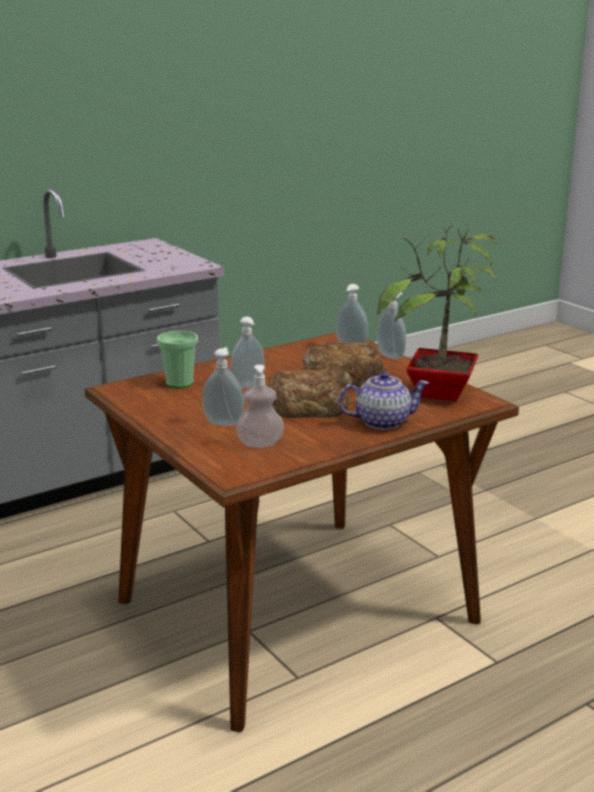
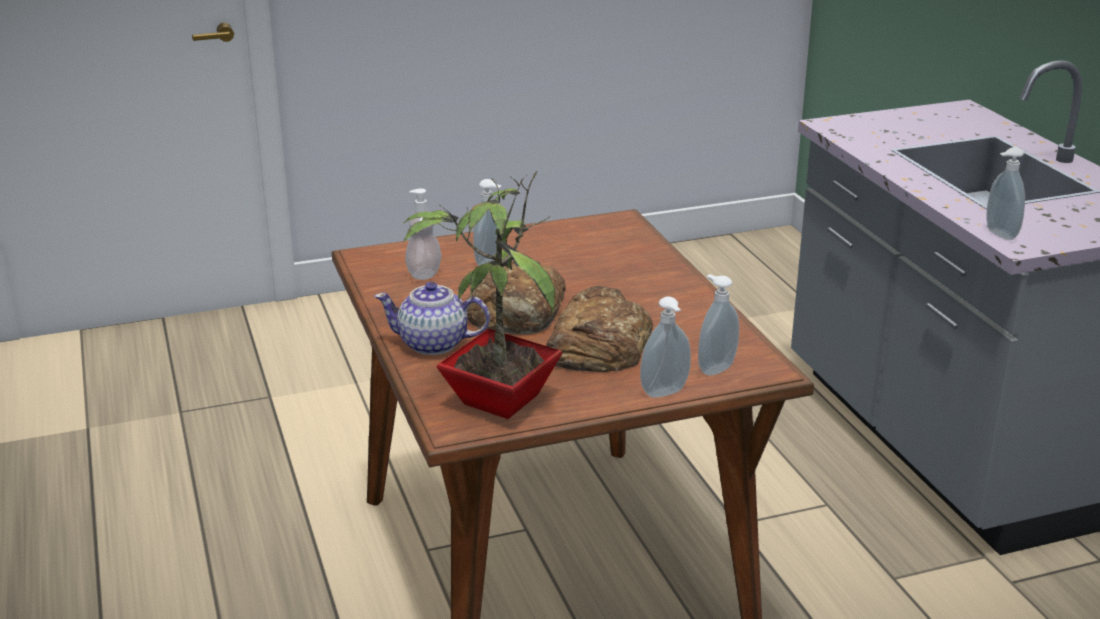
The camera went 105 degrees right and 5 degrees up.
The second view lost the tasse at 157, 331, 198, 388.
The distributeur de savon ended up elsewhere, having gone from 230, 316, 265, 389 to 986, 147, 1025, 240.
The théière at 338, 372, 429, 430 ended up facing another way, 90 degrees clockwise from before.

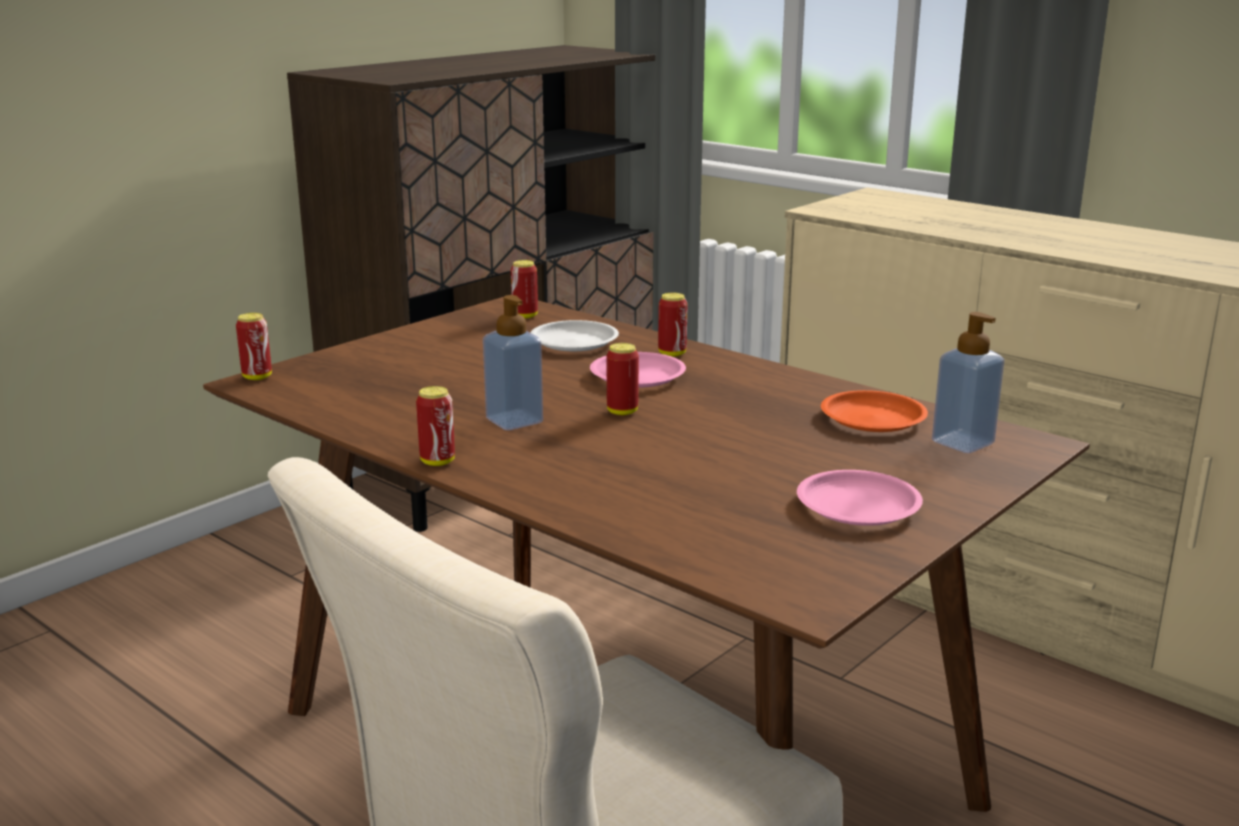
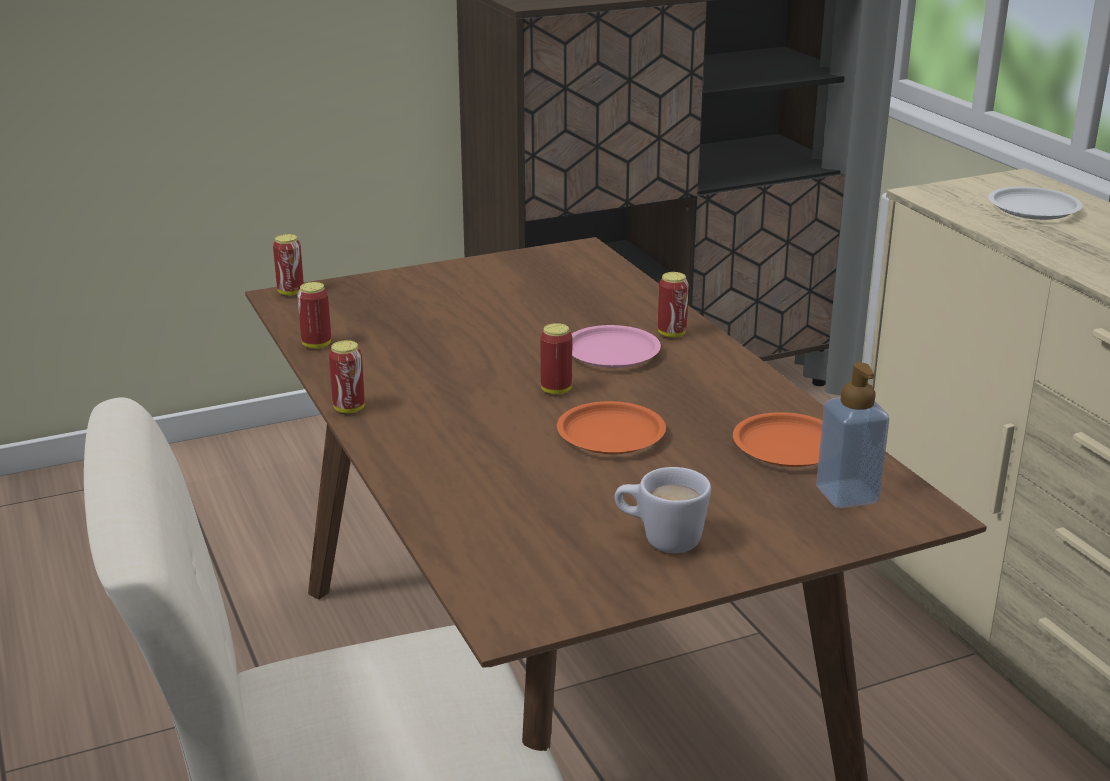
The camera went 25 degrees right and 5 degrees up.
The second view lost the distributeur de savon at 483, 295, 543, 430.
The boîte métallique ended up elsewhere, having gone from 511, 260, 538, 319 to 297, 282, 331, 349.
The assiette [blanc] ended up elsewhere, having gone from 530, 320, 619, 351 to 988, 187, 1083, 220.
Where the assiette [rose] stood at 797, 470, 923, 526, the mug [blanc] came to stand at 615, 467, 711, 553.
The second view gained the assiette [orange] at 557, 401, 666, 454.

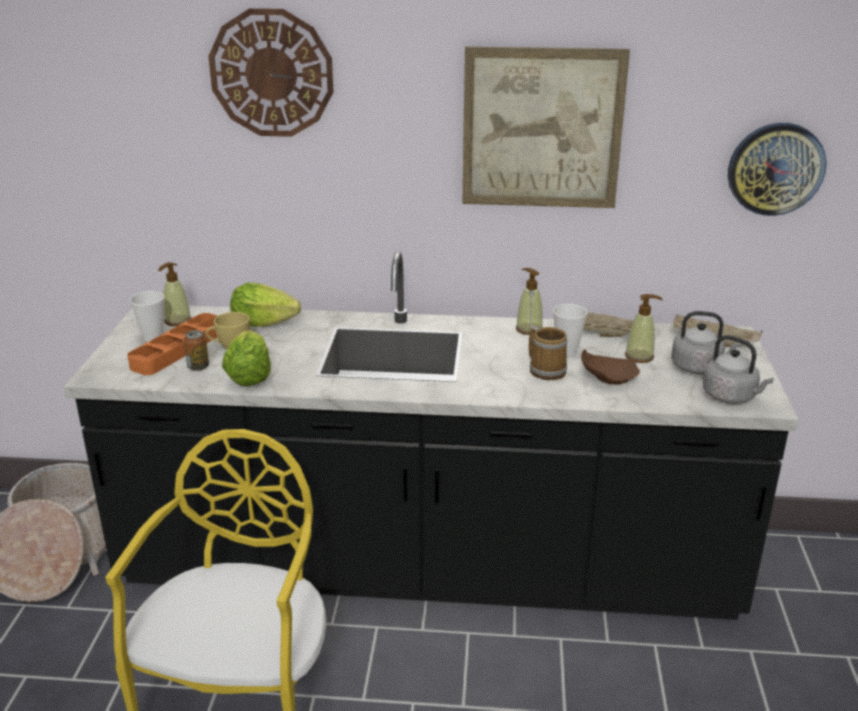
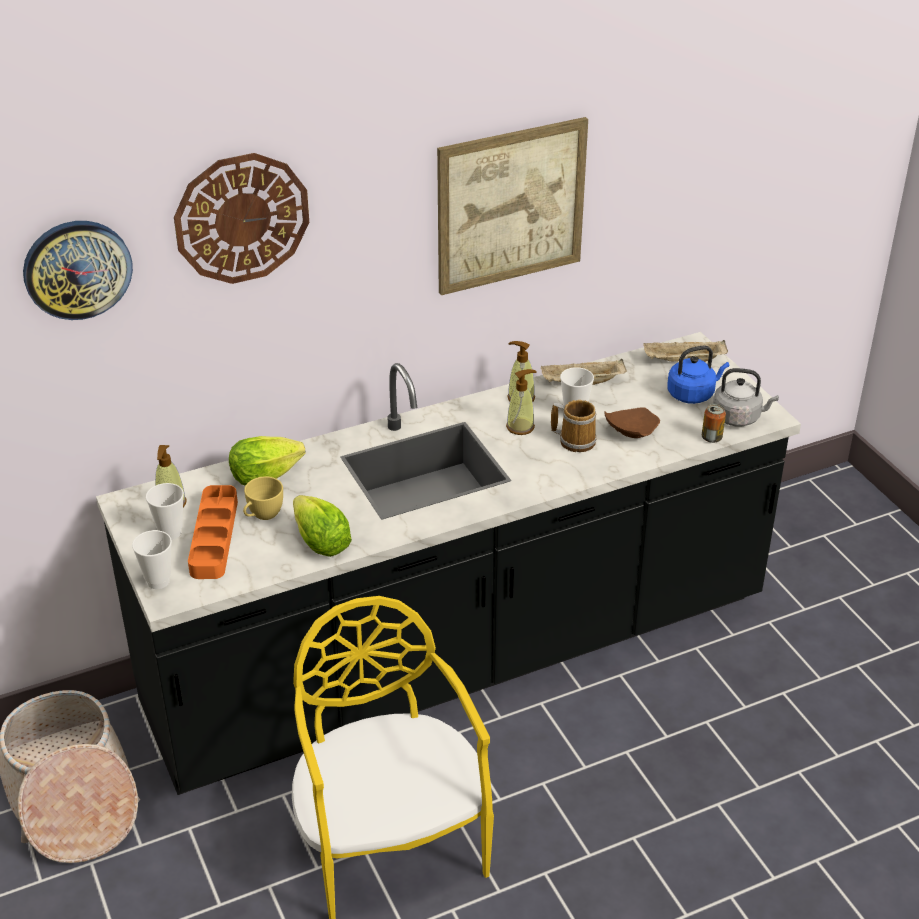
The camera went 30 degrees left and 10 degrees up.
The boîte métallique ended up elsewhere, having gone from 184, 330, 209, 371 to 702, 404, 726, 443.
The distributeur de savon ended up elsewhere, having gone from 625, 294, 663, 363 to 506, 369, 537, 435.
What was the bouilloire [gris] at 671, 311, 742, 374 turned into the bouilloire [bleu] at 667, 346, 729, 404.
The horloge murale ended up elsewhere, having gone from 728, 123, 827, 216 to 23, 221, 133, 320.
The second view gained the tasse at 132, 530, 172, 589.

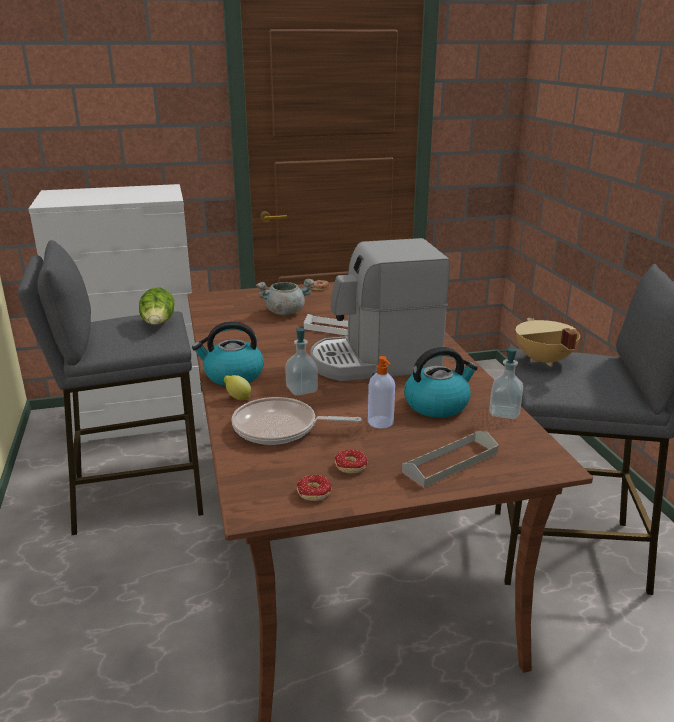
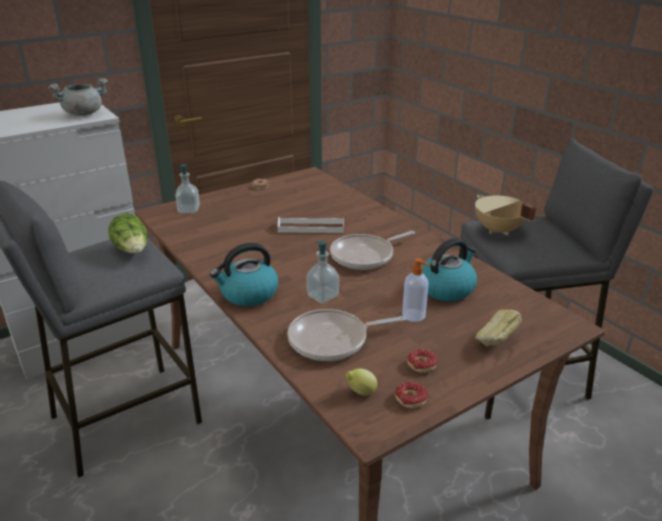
The camera went 20 degrees left and 5 degrees up.
The citron ended up elsewhere, having gone from 224, 375, 251, 400 to 345, 368, 377, 396.
The marmite [gris] ended up elsewhere, having gone from 256, 279, 315, 315 to 48, 78, 108, 116.
Where the machine à café stood at 310, 238, 450, 381, the poêle came to stand at 330, 231, 415, 270.
Where the plateau [gris] stood at 402, 432, 498, 487, the pain came to stand at 475, 309, 522, 347.
The distributeur de savon ended up elsewhere, having gone from 489, 348, 523, 419 to 176, 164, 200, 213.

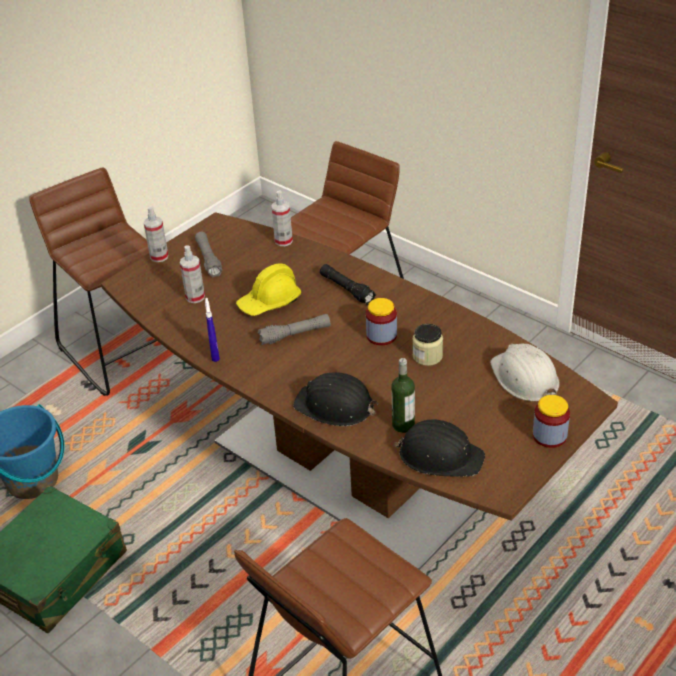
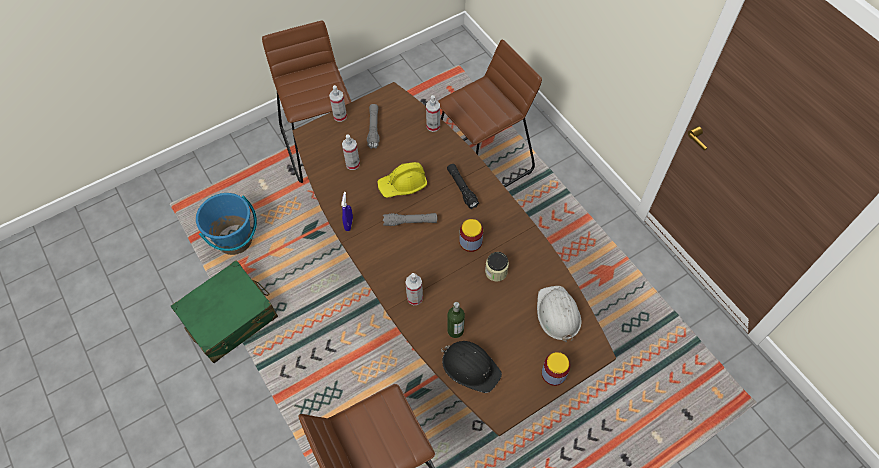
The camera went 15 degrees right and 20 degrees up.
Where the casque de chantier [noir] stood at 293, 372, 378, 426, the vaporisateur came to stand at 405, 273, 423, 305.

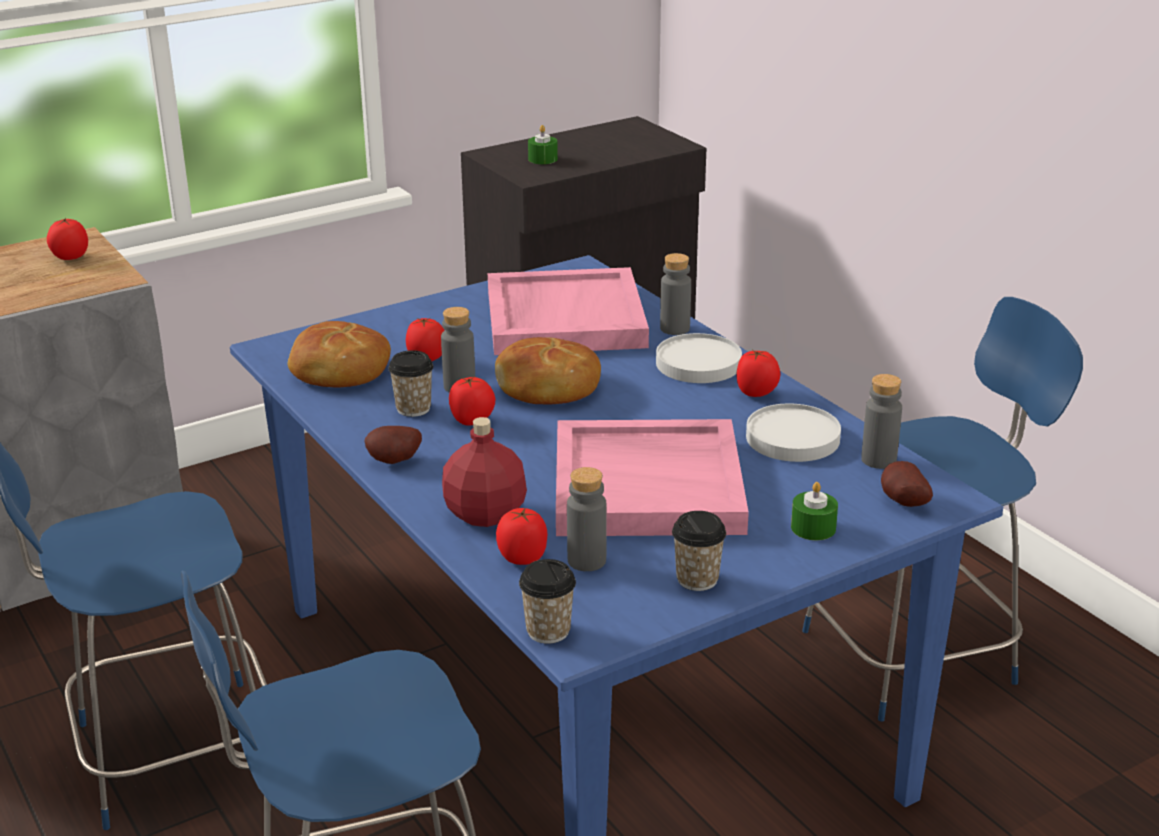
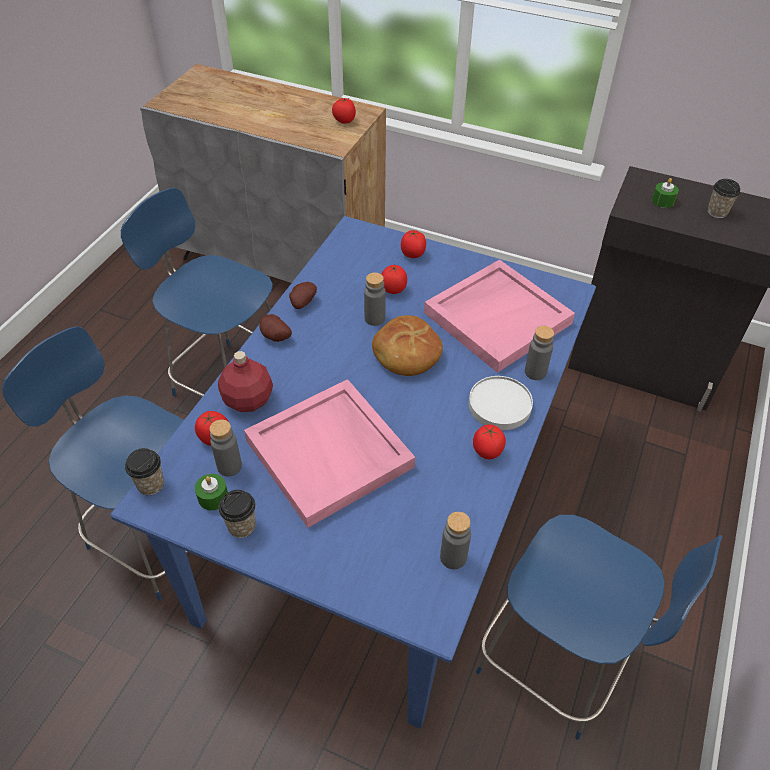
The camera went 55 degrees right and 20 degrees up.
The second view lost the pain at 288, 321, 391, 387.
The tasse ended up elsewhere, having gone from 388, 350, 433, 417 to 708, 179, 740, 218.
The tomate ended up elsewhere, having gone from 449, 377, 496, 426 to 401, 230, 426, 258.
The second view lost the assiette [blanc] at 746, 404, 841, 462.
The bougie [vert] ended up elsewhere, having gone from 791, 482, 838, 540 to 195, 474, 228, 510.
The pomme de terre ended up elsewhere, having gone from 881, 461, 933, 507 to 289, 282, 317, 309.

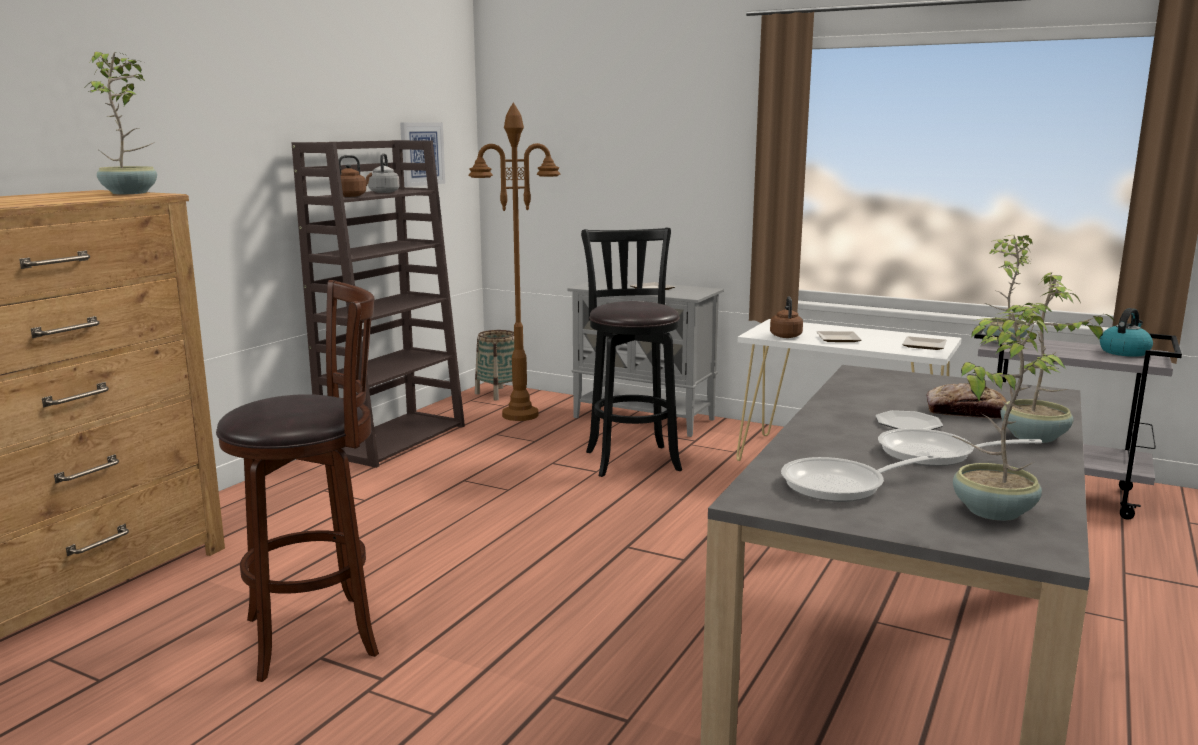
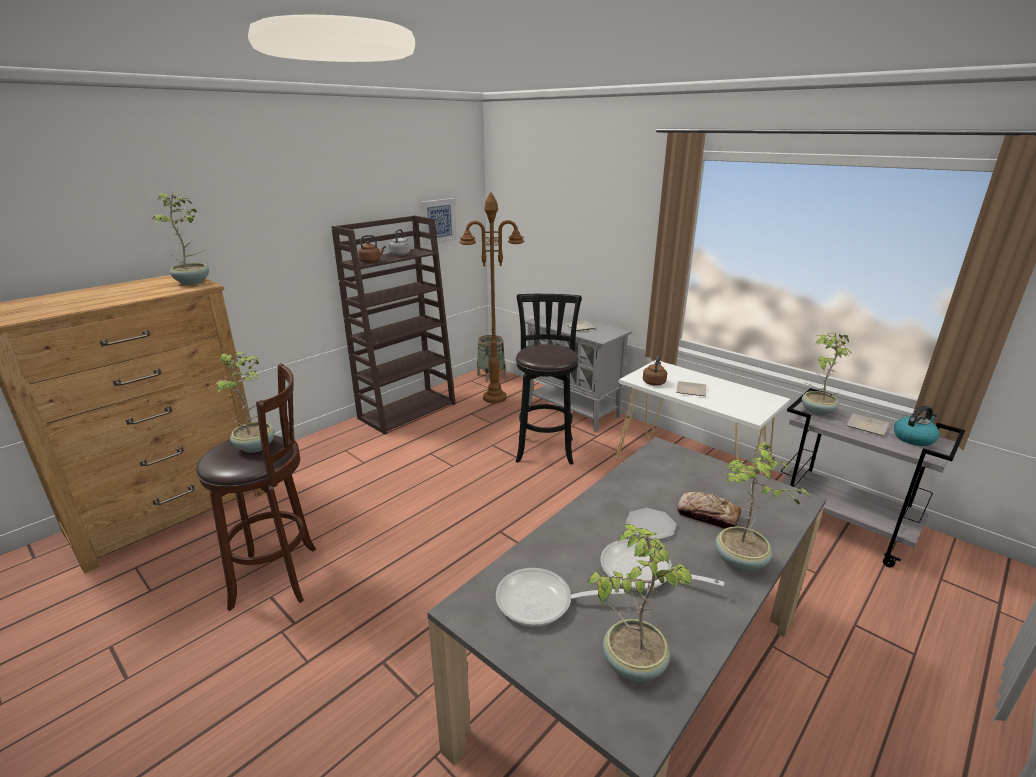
The camera went 15 degrees right and 10 degrees up.
The assiette ended up elsewhere, having gone from 902, 336, 947, 350 to 847, 414, 889, 436.
The second view gained the plante en pot at 214, 352, 275, 453.

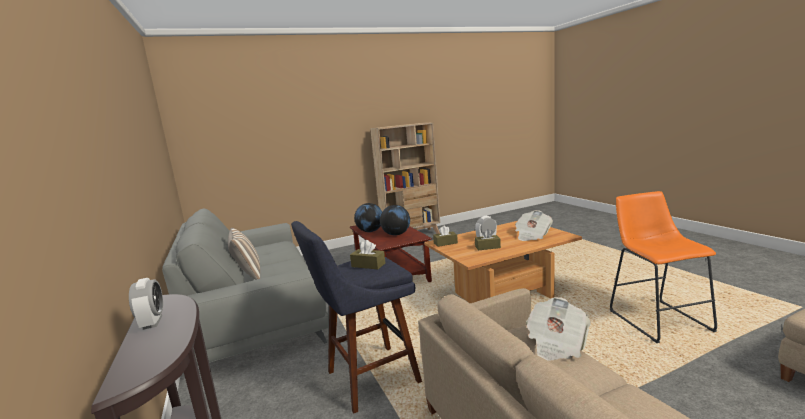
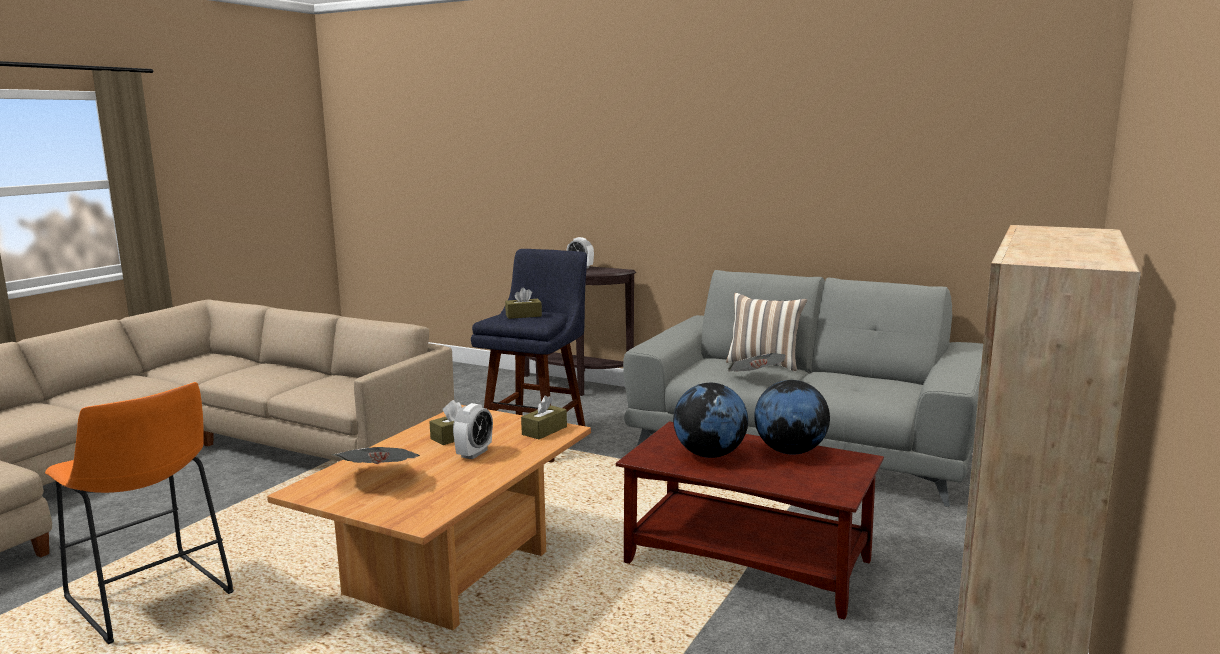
The camera went 140 degrees right and 0 degrees up.
The journal ended up elsewhere, having gone from 526, 297, 591, 361 to 728, 353, 786, 372.

